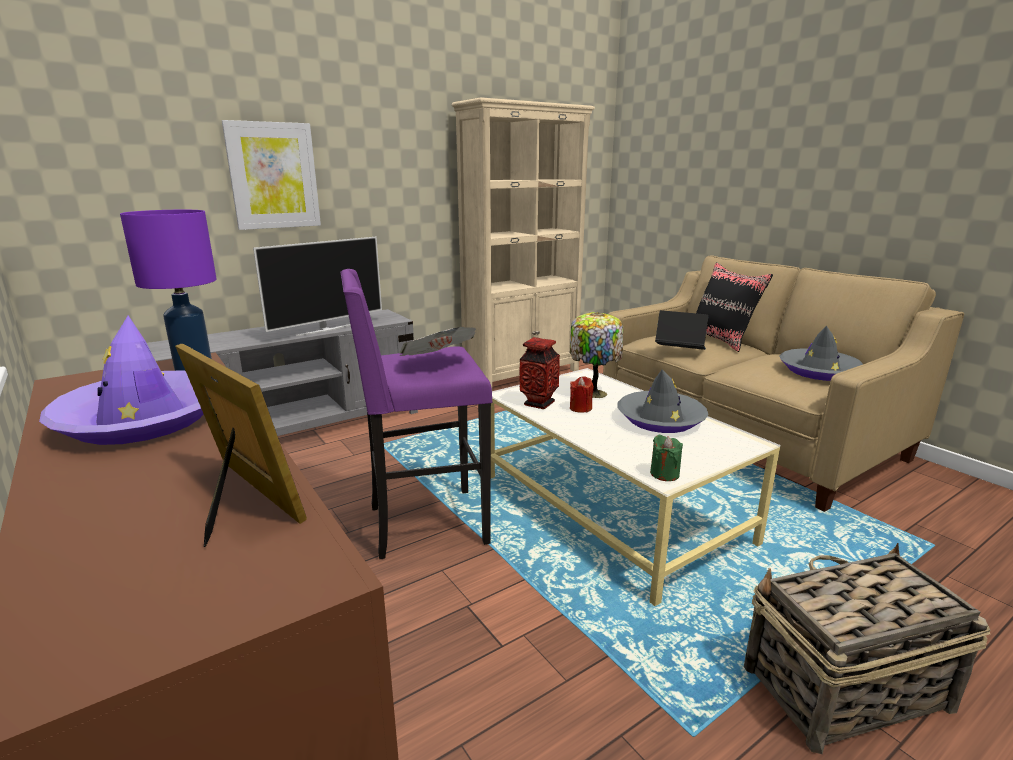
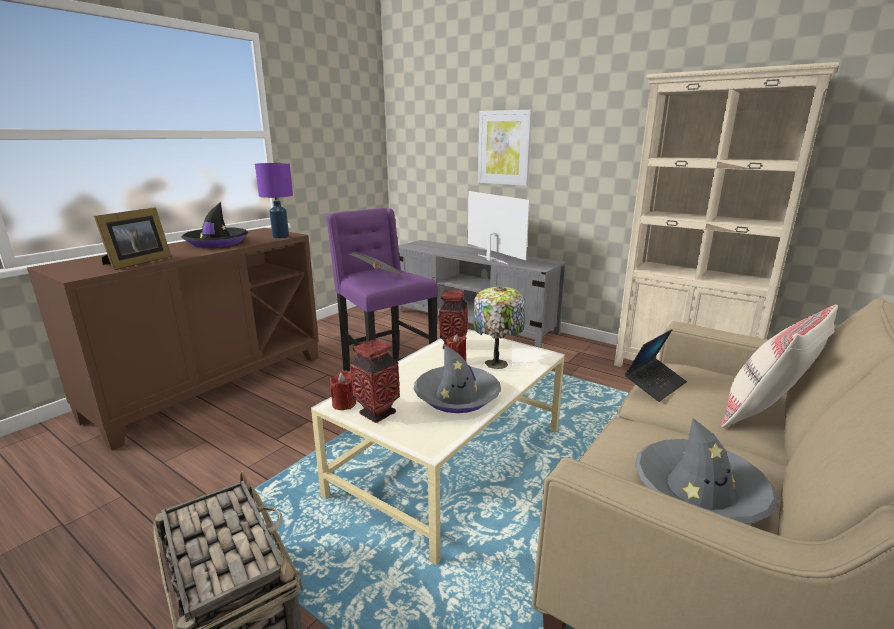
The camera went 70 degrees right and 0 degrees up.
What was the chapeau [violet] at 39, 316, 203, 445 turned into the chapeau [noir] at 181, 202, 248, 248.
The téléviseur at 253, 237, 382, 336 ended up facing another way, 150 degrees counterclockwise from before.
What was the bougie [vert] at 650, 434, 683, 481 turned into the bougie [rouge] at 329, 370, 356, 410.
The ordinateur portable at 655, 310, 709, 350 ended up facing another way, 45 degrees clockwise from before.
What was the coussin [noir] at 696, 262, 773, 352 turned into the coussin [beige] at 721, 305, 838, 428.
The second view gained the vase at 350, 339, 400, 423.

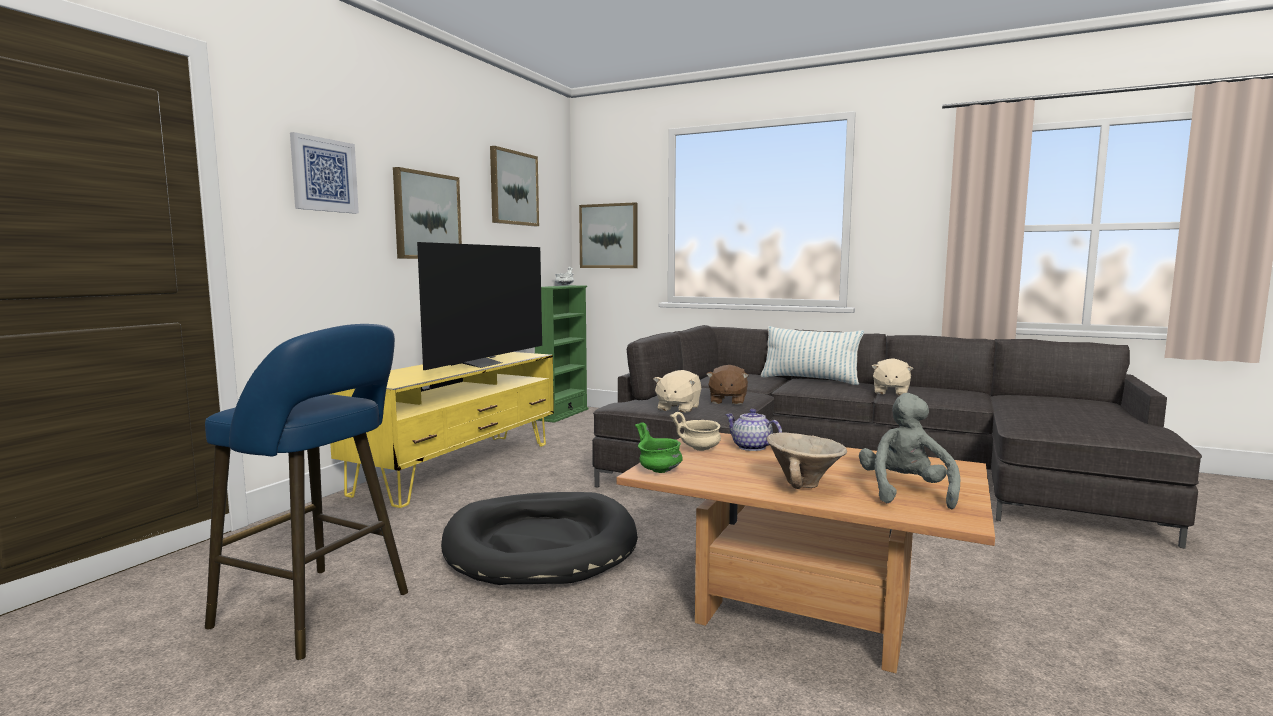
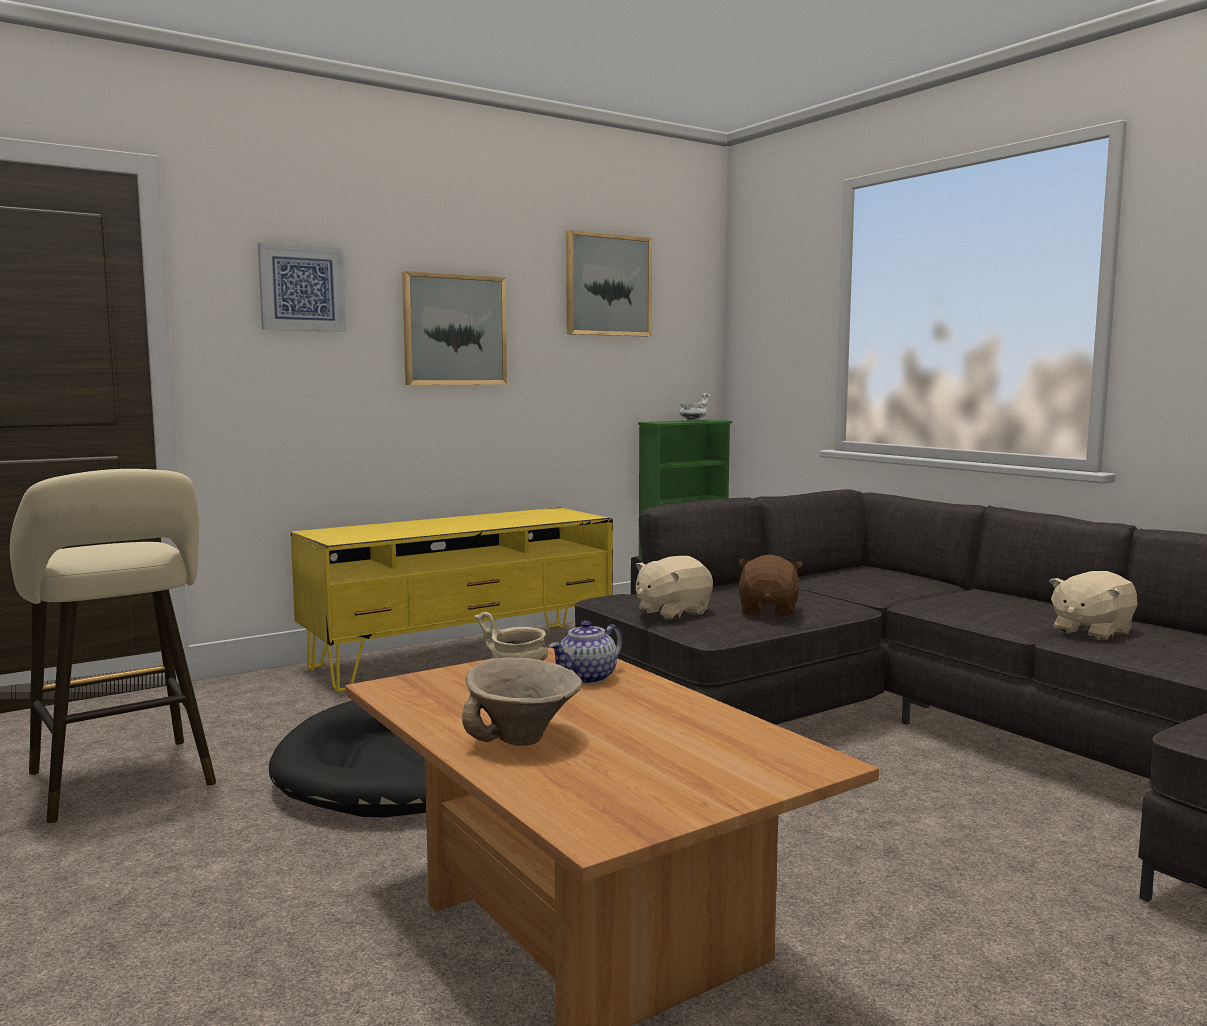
The camera went 30 degrees right and 0 degrees up.
What was the tabouret [bleu] at 205, 324, 408, 660 turned into the tabouret [beige] at 10, 469, 216, 823.
The second view lost the téléviseur at 417, 242, 542, 370.
The second view lost the tableau at 579, 202, 638, 268.
The second view lost the bol [vert] at 635, 422, 683, 473.
The peluche [marron] at 707, 365, 749, 405 ended up facing another way, 150 degrees clockwise from before.
The théière at 725, 409, 782, 451 ended up facing another way, 120 degrees counterclockwise from before.
The second view lost the coussin at 761, 326, 864, 385.
The second view lost the peluche [gris] at 859, 393, 961, 509.

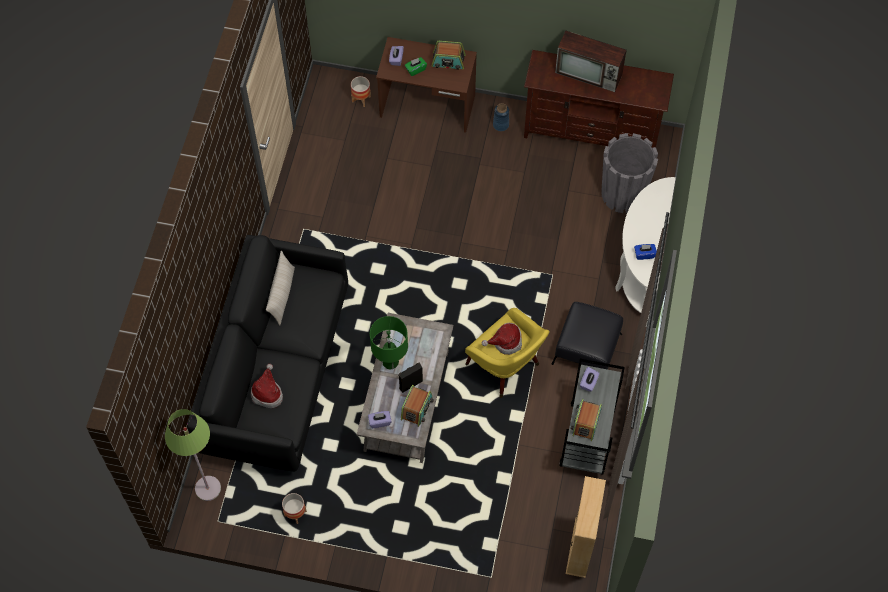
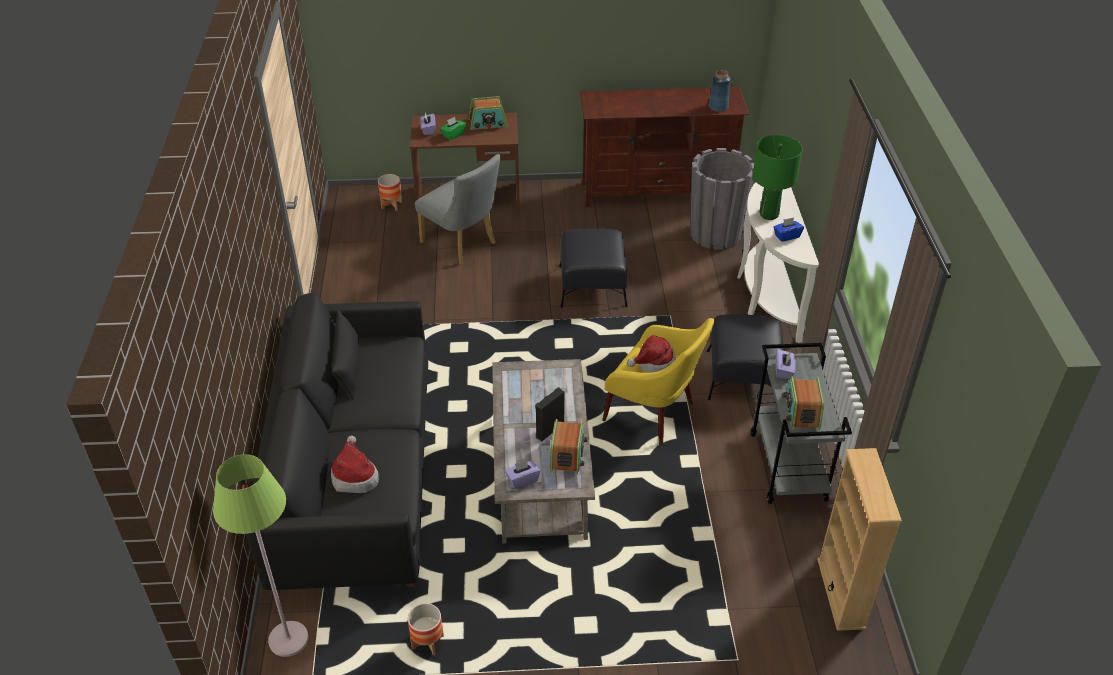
The camera went 15 degrees left and 20 degrees down.
What was the coussin [beige] at 266, 251, 295, 325 turned into the coussin [noir] at 332, 309, 359, 400.
The lampe de table [vert] ended up elsewhere, having gone from 370, 316, 408, 369 to 753, 135, 803, 220.
The vase [bleu] ended up elsewhere, having gone from 493, 103, 509, 131 to 709, 70, 731, 112.
The second view lost the téléviseur at 555, 31, 627, 92.
The second view gained the chaise [gris] at 415, 154, 501, 265.
The second view gained the pouf [noir] at 559, 228, 628, 308.

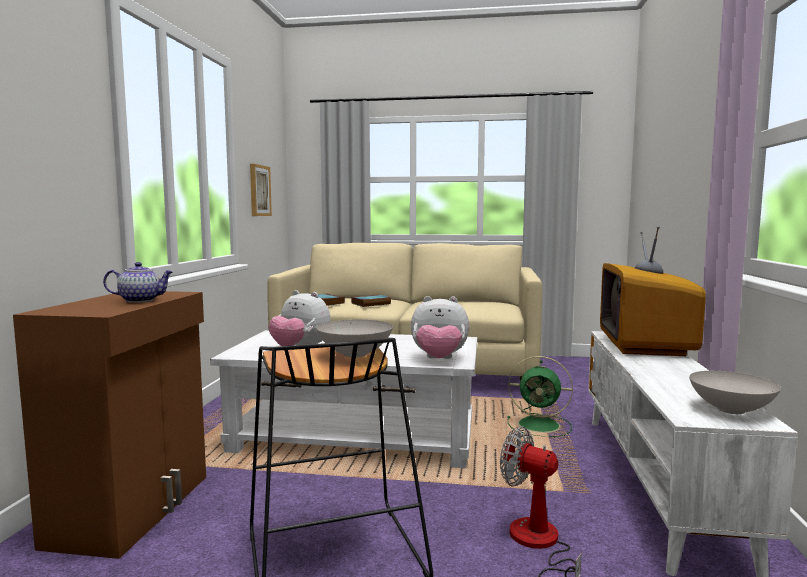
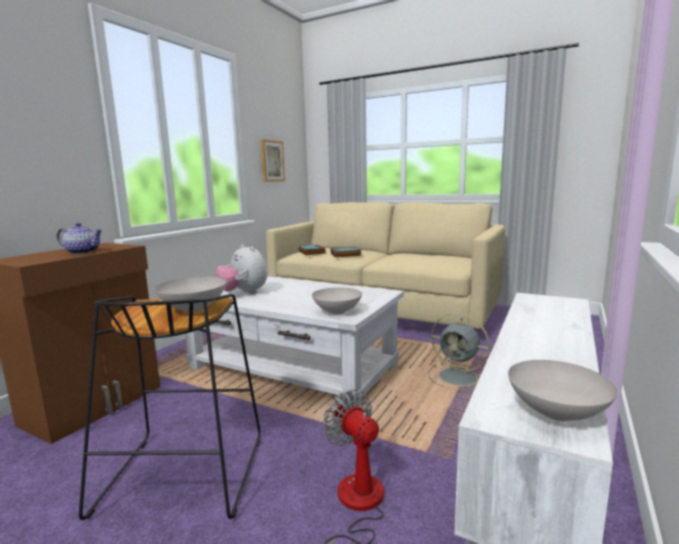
The camera went 20 degrees right and 5 degrees up.
Where the peluche stood at 411, 296, 469, 359, the bol [blanc] came to stand at 312, 287, 362, 314.
What was the ventilateur [vert] at 507, 356, 573, 437 turned into the ventilateur [gris] at 429, 313, 490, 392.
The second view lost the téléviseur at 600, 226, 706, 356.

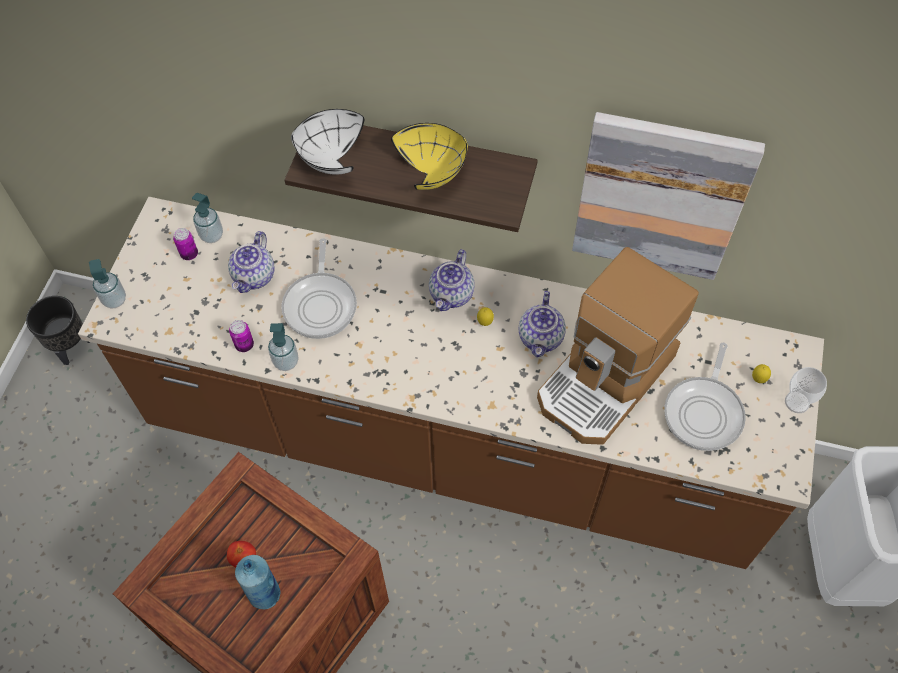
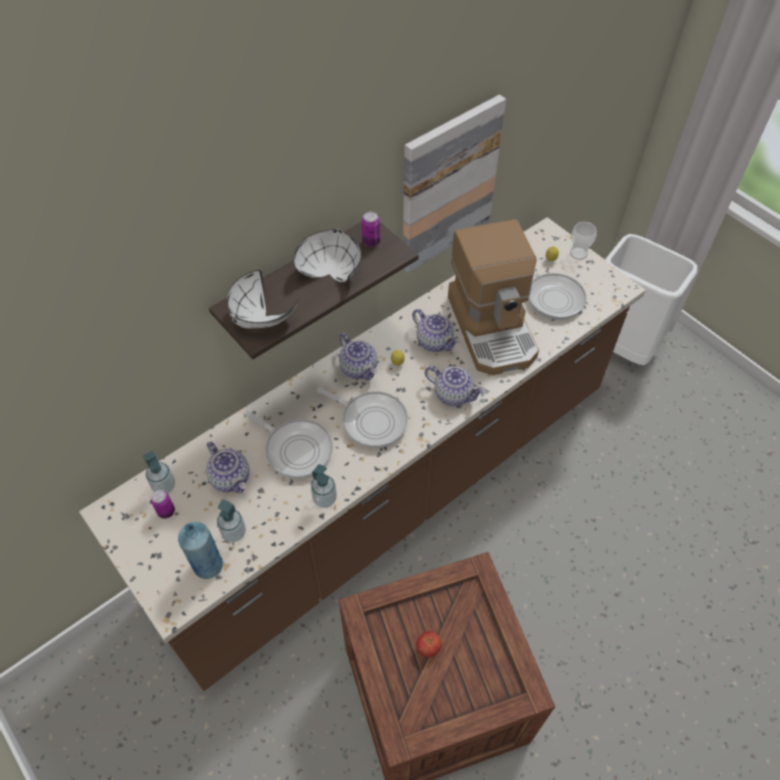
The camera went 55 degrees left and 5 degrees down.
The second view lost the cache-pot [noir] at 26, 296, 90, 365.
The distributeur de savon ended up elsewhere, having gone from 89, 259, 126, 308 to 217, 499, 246, 542.
The boîte métallique ended up elsewhere, having gone from 229, 320, 254, 352 to 362, 212, 380, 247.
The bouteille [bleu] ended up elsewhere, having gone from 235, 555, 280, 609 to 178, 522, 223, 579.
What was the bol [jaune] at 391, 123, 468, 190 turned into the bol [blanc] at 293, 229, 361, 283.
The second view gained the poêle at 317, 387, 408, 448.
The second view gained the théière at 425, 366, 485, 406.

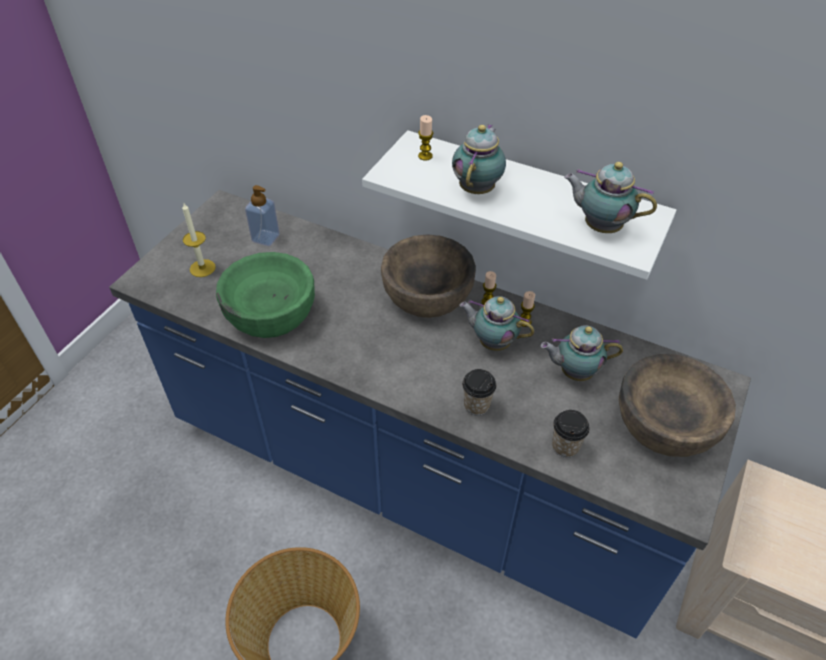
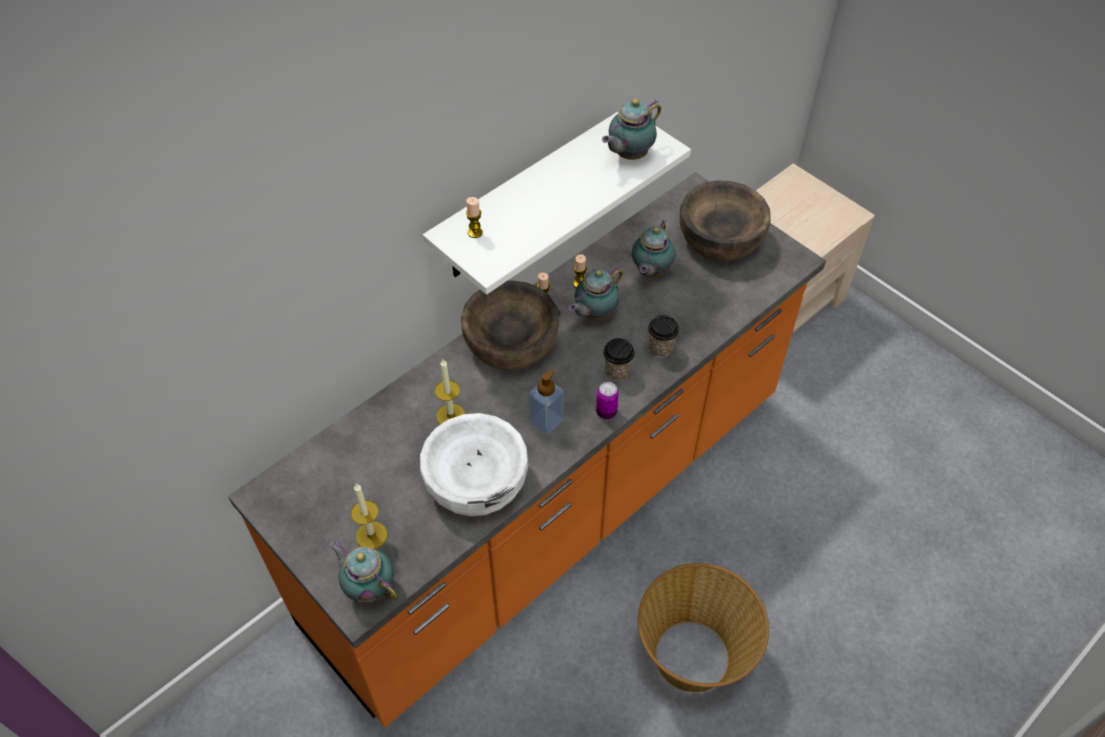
The camera went 70 degrees left and 5 degrees up.
What was the comptoir de cuisine [bleu] at 109, 190, 751, 638 turned into the comptoir de cuisine [orange] at 228, 173, 826, 728.
What was the bol [vert] at 216, 252, 315, 338 turned into the bol [blanc] at 420, 413, 528, 516.
The distributeur de savon ended up elsewhere, having gone from 245, 185, 280, 246 to 529, 370, 564, 434.
The théière ended up elsewhere, having gone from 452, 124, 506, 194 to 329, 540, 398, 603.
The tasse ended up elsewhere, having gone from 552, 410, 590, 458 to 603, 338, 635, 381.
The second view gained the bougie at 435, 360, 465, 425.
The second view gained the boîte métallique at 596, 382, 619, 419.

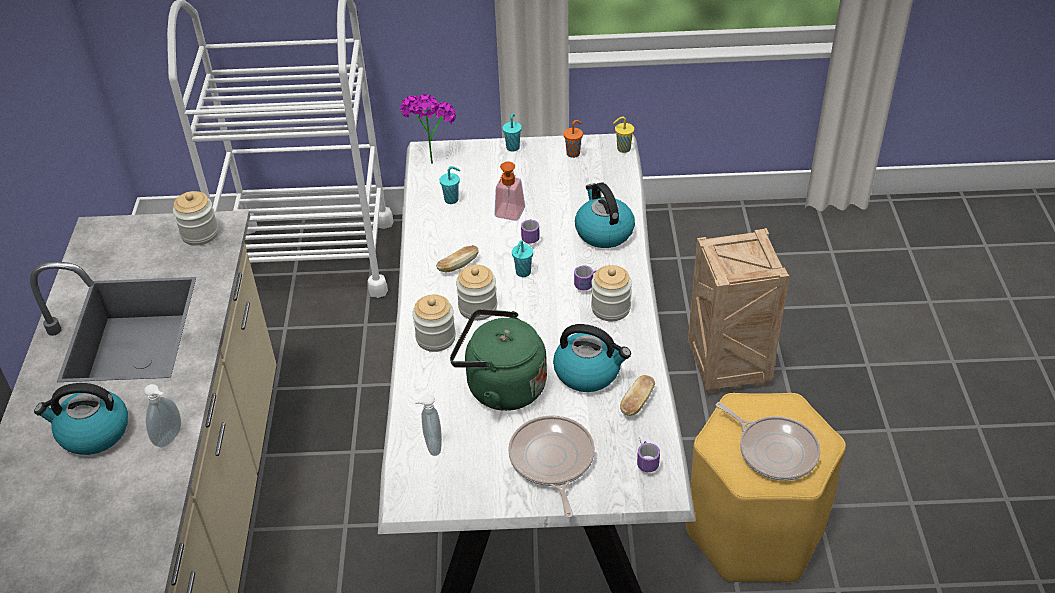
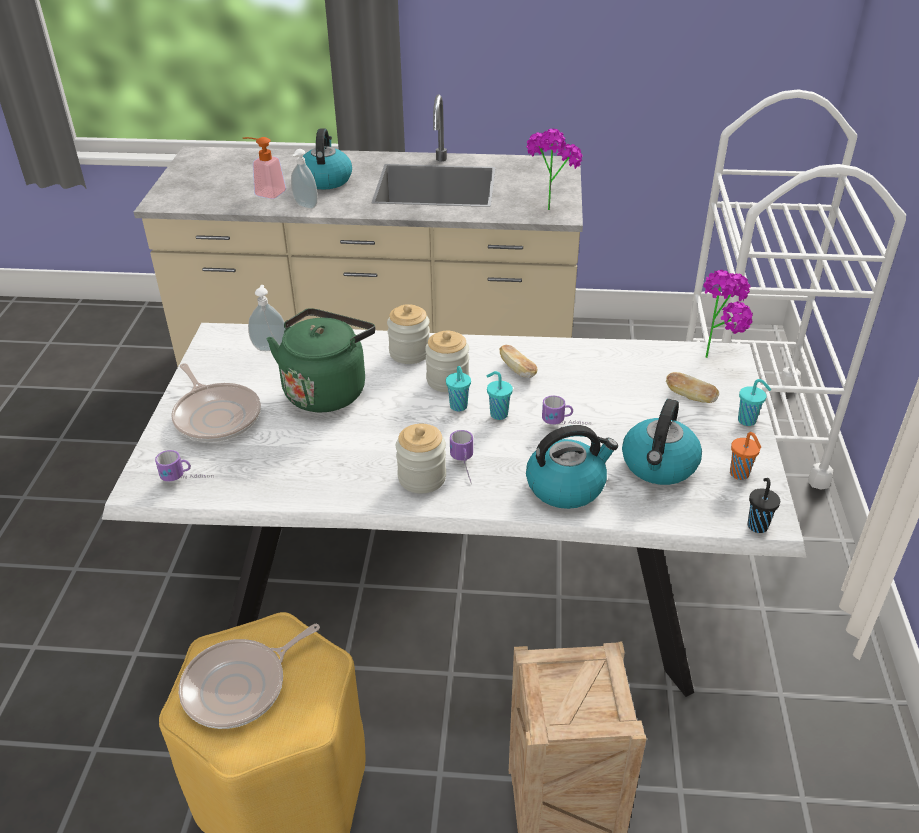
The camera went 95 degrees right and 5 degrees down.
Where the bocal stood at 173, 191, 219, 246, the plante en pot came to stand at 526, 129, 583, 210.
The tasse [turquoise] ended up elsewhere, having gone from 439, 166, 460, 204 to 446, 366, 471, 412.
The distributeur de savon ended up elsewhere, having gone from 494, 162, 525, 221 to 243, 137, 286, 199.
The poêle at 508, 415, 595, 518 ended up facing another way, 60 degrees clockwise from before.
The bouilloire ended up elsewhere, having gone from 553, 324, 631, 392 to 622, 399, 702, 485.
What was the tasse [jaune] at 613, 117, 634, 153 turned into the tasse [noir] at 748, 478, 780, 533.
The pain ended up elsewhere, having gone from 620, 375, 655, 416 to 666, 372, 719, 403.

